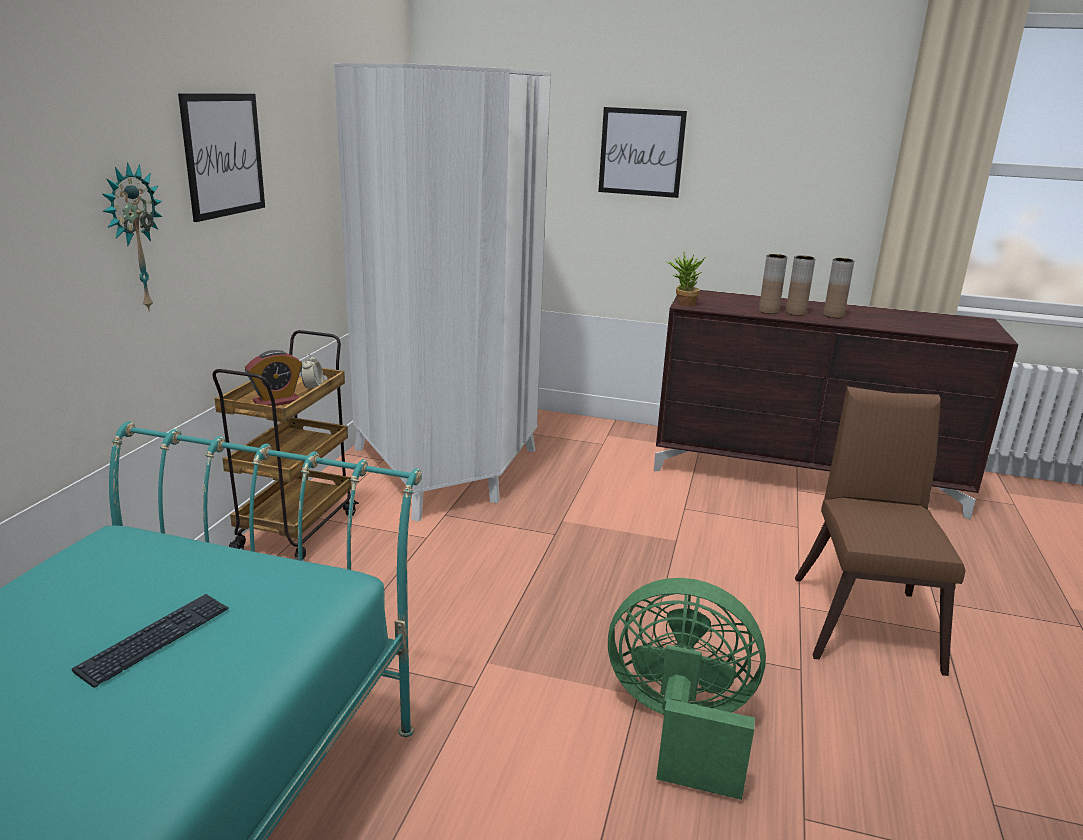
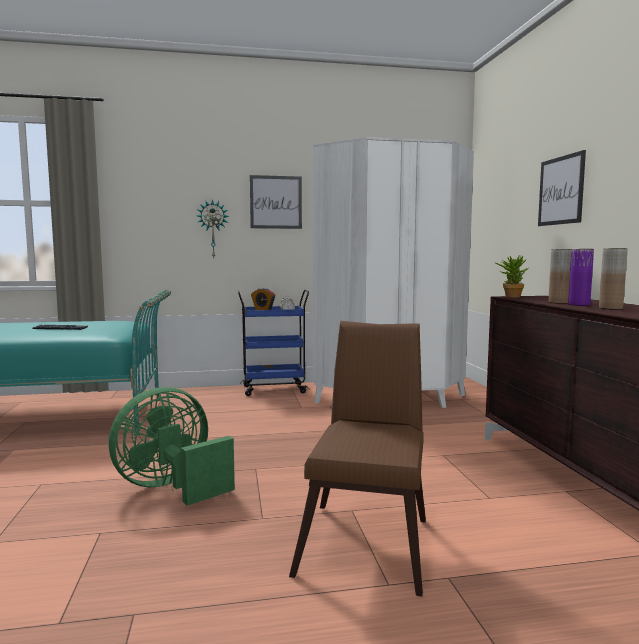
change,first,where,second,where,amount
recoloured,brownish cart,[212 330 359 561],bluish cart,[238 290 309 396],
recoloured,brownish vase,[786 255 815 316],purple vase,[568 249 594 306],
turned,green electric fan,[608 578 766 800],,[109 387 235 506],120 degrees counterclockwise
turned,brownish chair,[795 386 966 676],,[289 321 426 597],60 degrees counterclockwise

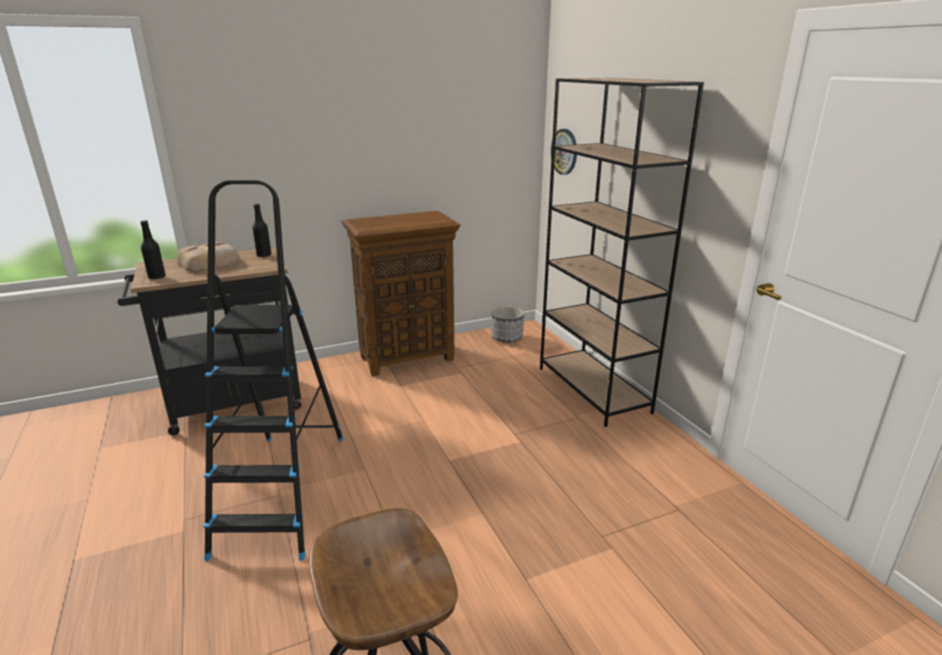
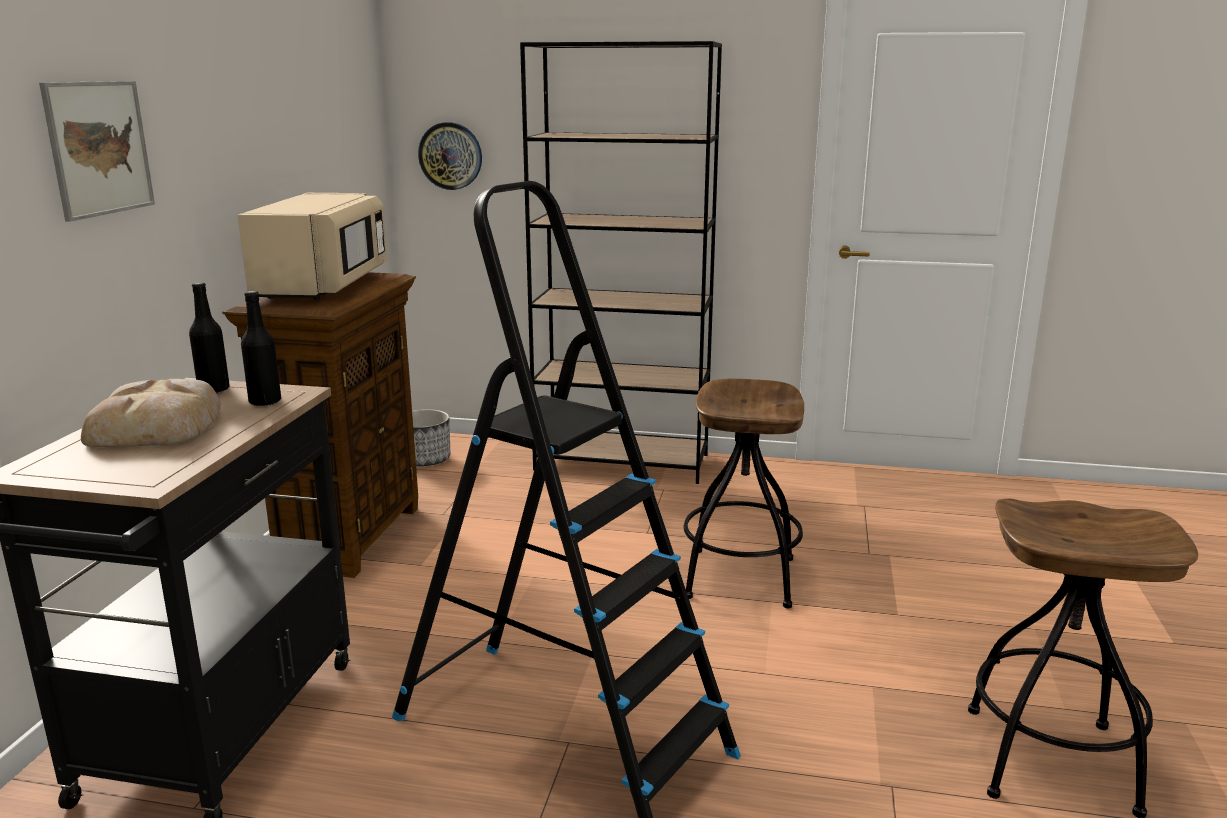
change,first,where,second,where,amount
added,,,picture,[39 81 155 222],
added,,,sand-coloured microwave,[238 193 387 300],
added,,,brownish sitting stool,[684 379 804 608],
moved,black-coloured drink bottle,[140 220 165 279],,[241 291 281 406],

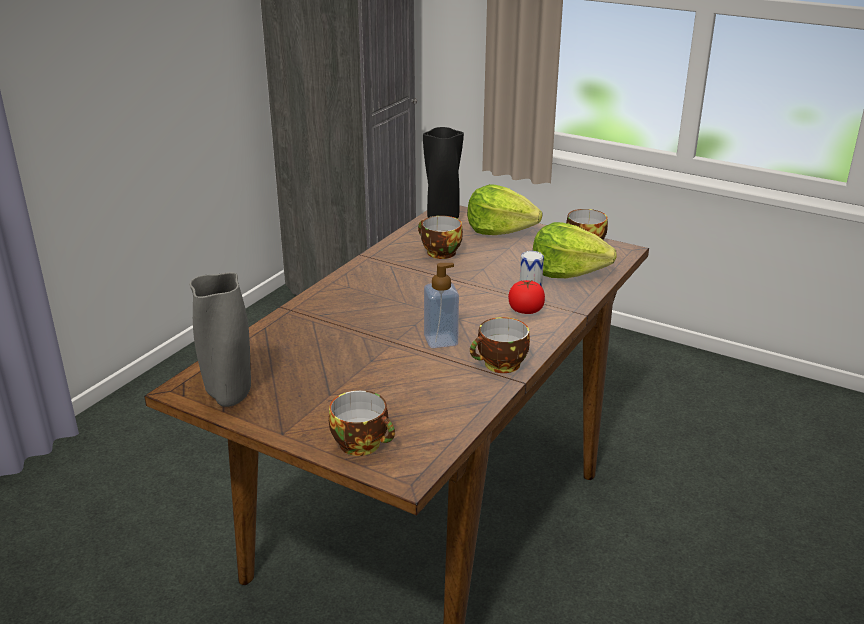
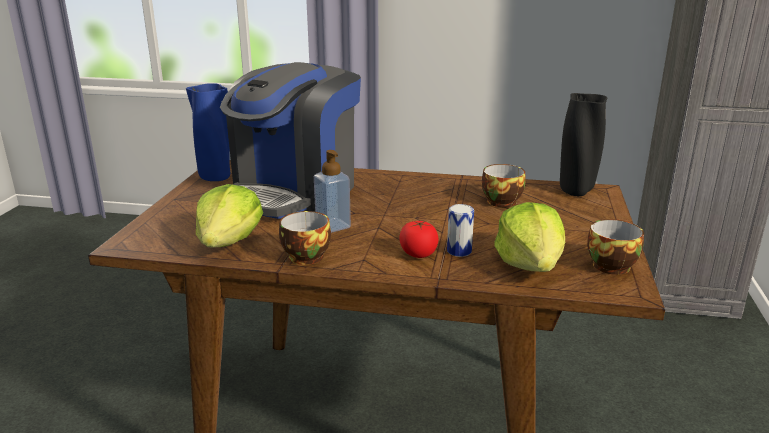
change,first,where,second,where,amount
removed,small cup,[329 390 395 456],,,
added,,,coffee brewer,[220 62 361 219],
moved,lettuce,[467 184 542 235],,[196 184 263 247],
recoloured,grey vase,[190 272 251 407],bluish vase,[186 83 230 181],

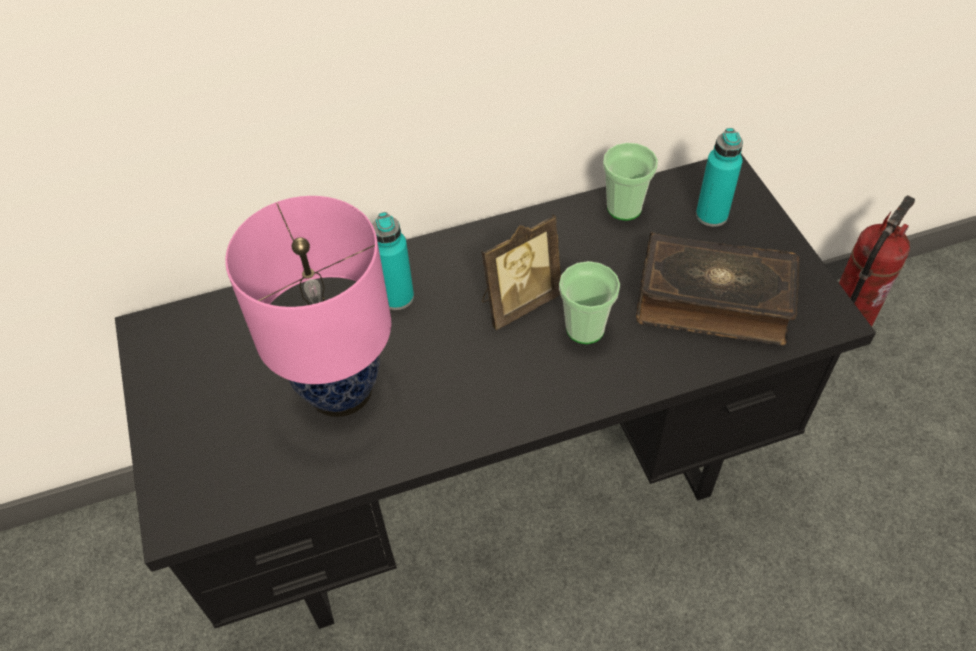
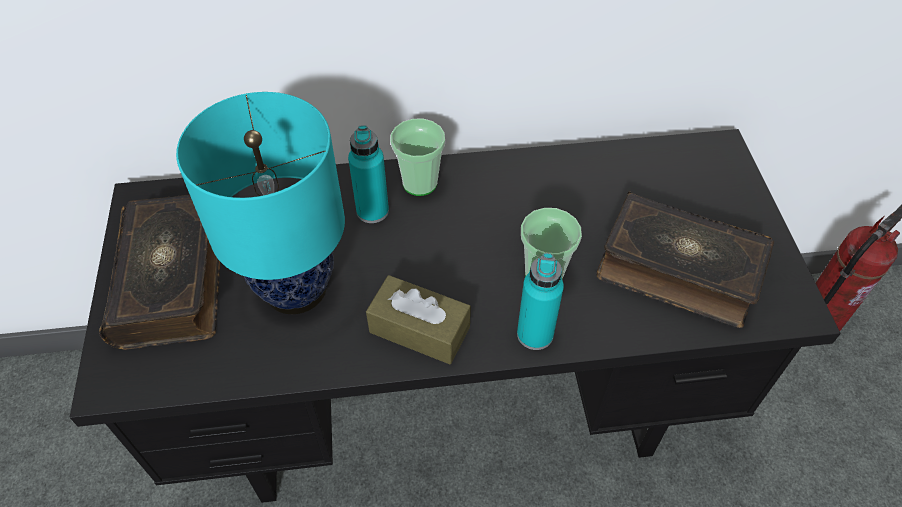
change,first,where,second,where,amount
removed,standing frame,[481 214 561 330],,,
added,,,book,[99 195 220 350],
added,,,brownish tissue holder,[366 275 471 364],
moved,small cup,[603 143 658 221],,[390 118 445 196],
moved,turquoise drink bottle,[696 128 743 227],,[517 253 564 350],
recoloured,pink-coloured tabletop lamp,[225 196 391 417],turquoise tabletop lamp,[176 92 345 314],

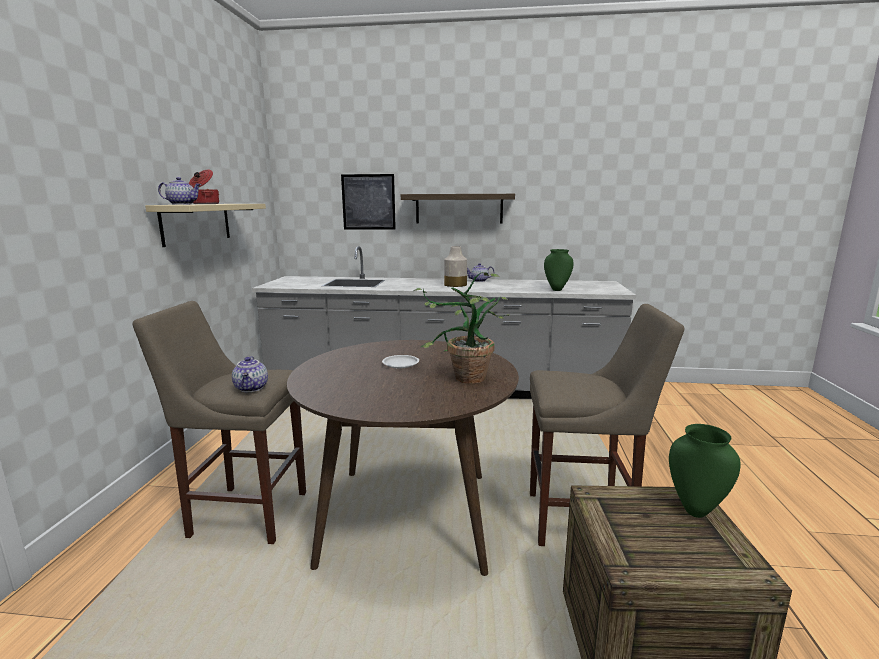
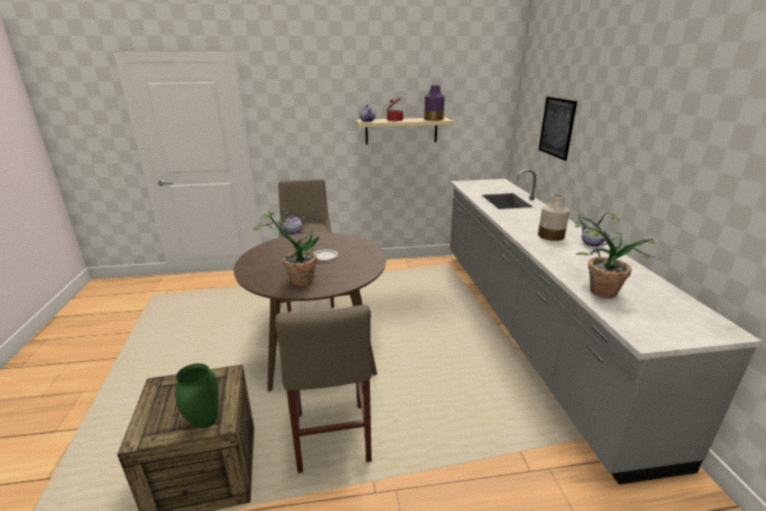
change,first,where,second,where,amount
removed,shelf,[401 194 515 224],,,
added,,,purple vase,[424 85 445 121],
replaced,green vase,[544 249 574 291],houseplant,[575 210 661 298],

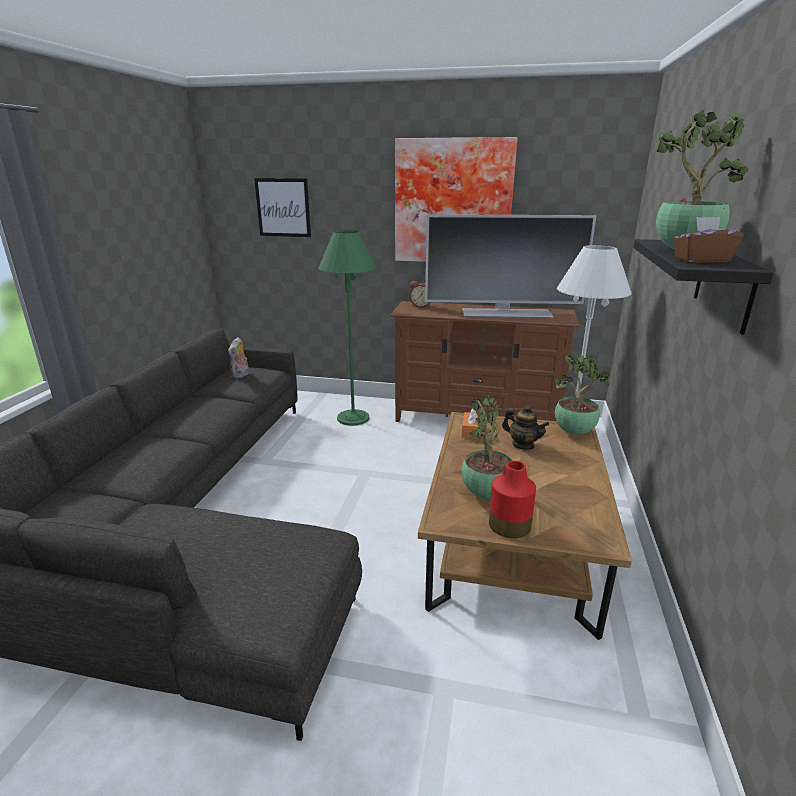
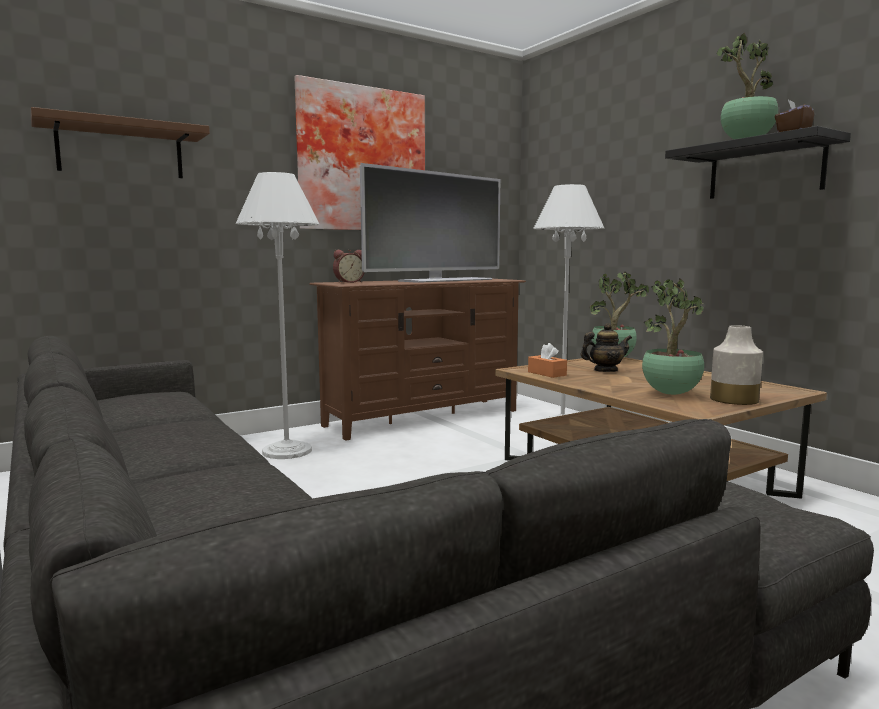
change,first,where,second,where,amount
removed,cuddly toy,[228 337 249 378],,,
replaced,picture,[254 178 311 237],brownish shelf,[31 107 210 178],
recoloured,green floor lamp,[318 230 377 426],white floor lamp,[236 172 320 459],
recoloured,red vase,[489 461 536 538],sand-coloured vase,[710 325 763 405],

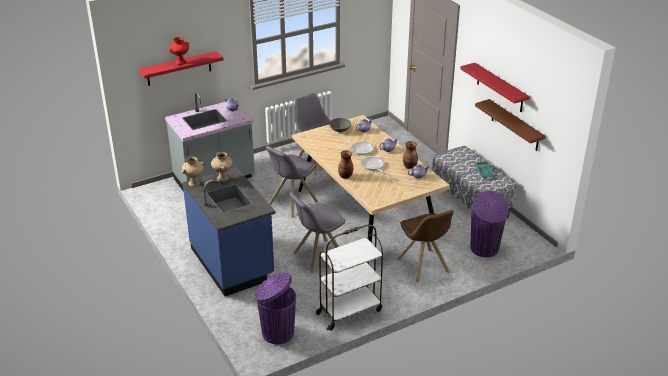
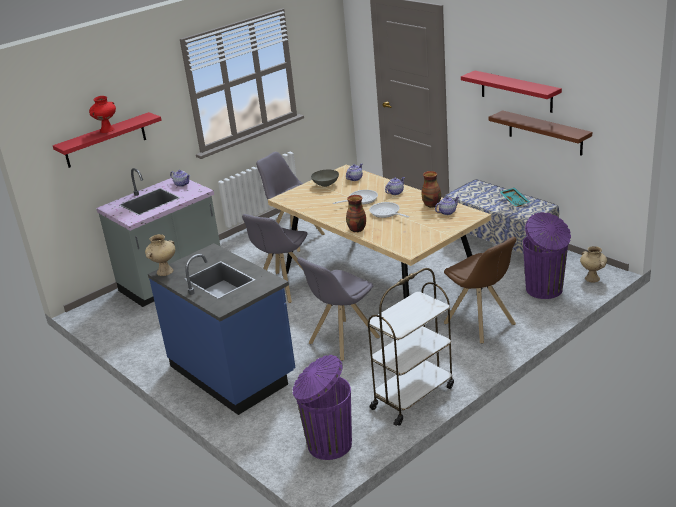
change,first,where,second,where,amount
moved,sand-coloured vase,[211 152 233 182],,[580 246 607 283],

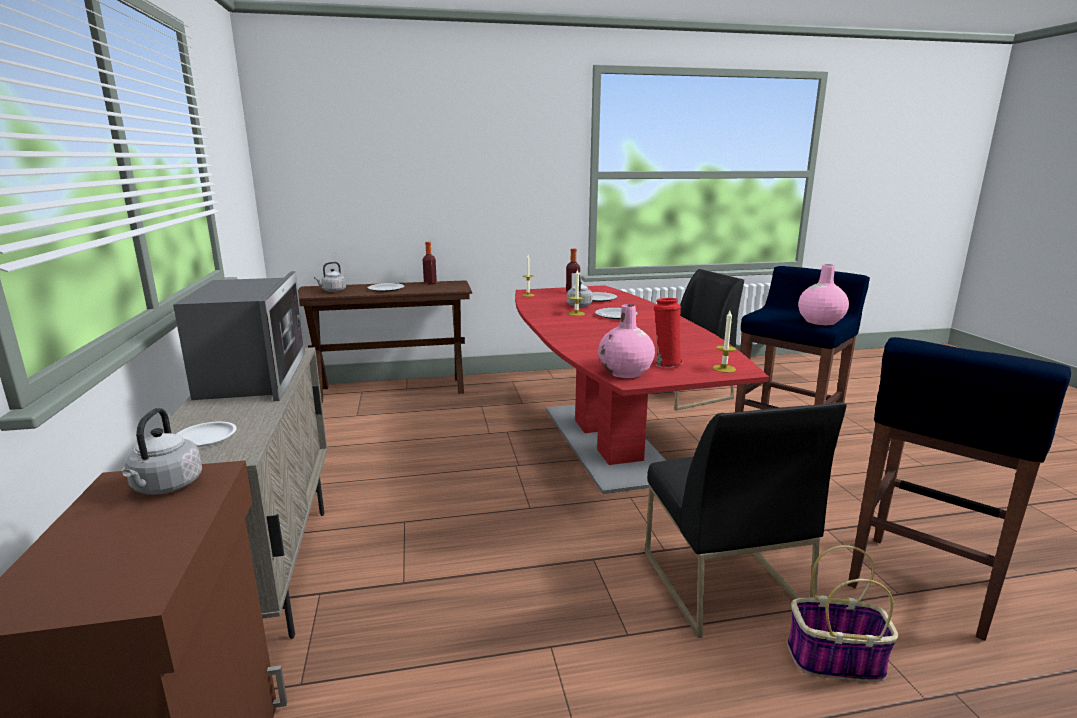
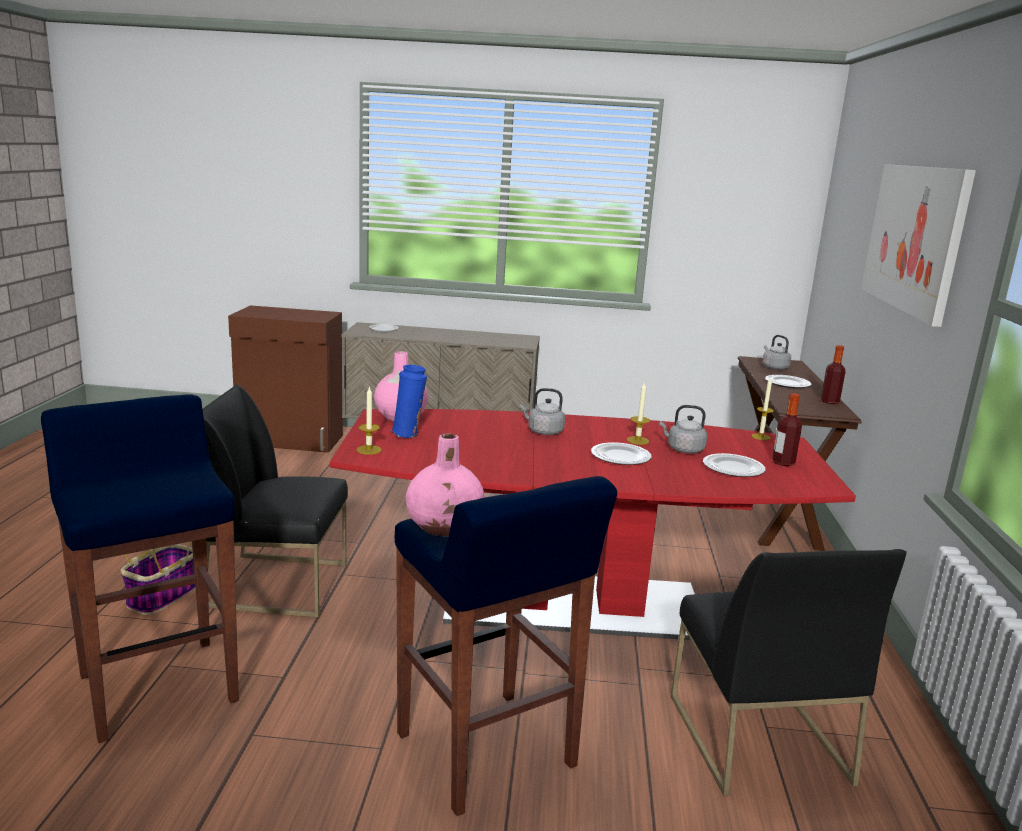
change,first,where,second,where,amount
removed,microwave,[173 271 306 401],,,
added,,,picture,[861 164 976 327],
moved,grey tea kettle,[122 408 202 495],,[520 388 565 435],
recoloured,red vase,[654 298 683 367],bluish vase,[391 365 427 438],

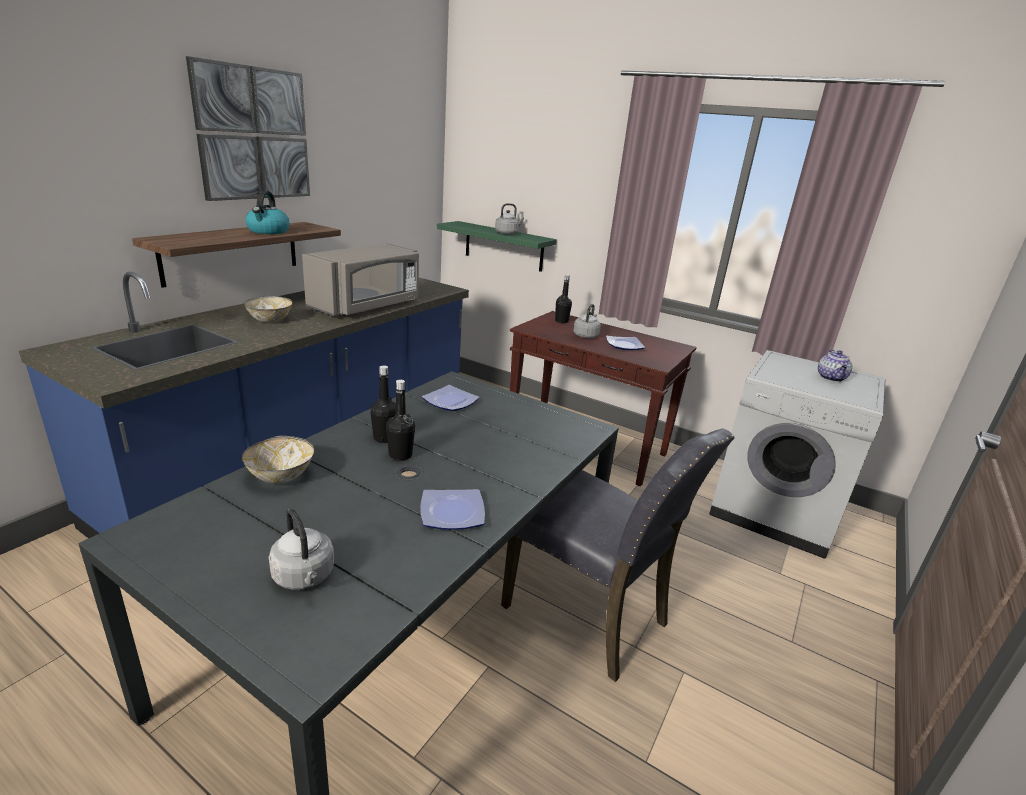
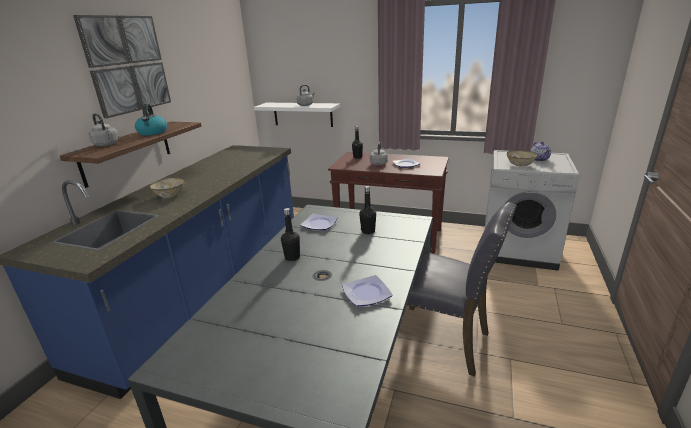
change,first,where,second,where,amount
removed,grey microwave,[302 243 419 316],,,
moved,serving bowl,[242 436 314 483],,[507 150 538 167],
moved,grey tea kettle,[269 508 334 590],,[89 113 119 146],
moved,black-coloured drink bottle,[386 380 415 461],,[359 186 376 234],
recoloured,green shelf,[437 221 557 272],white shelf,[254 103 340 127],

